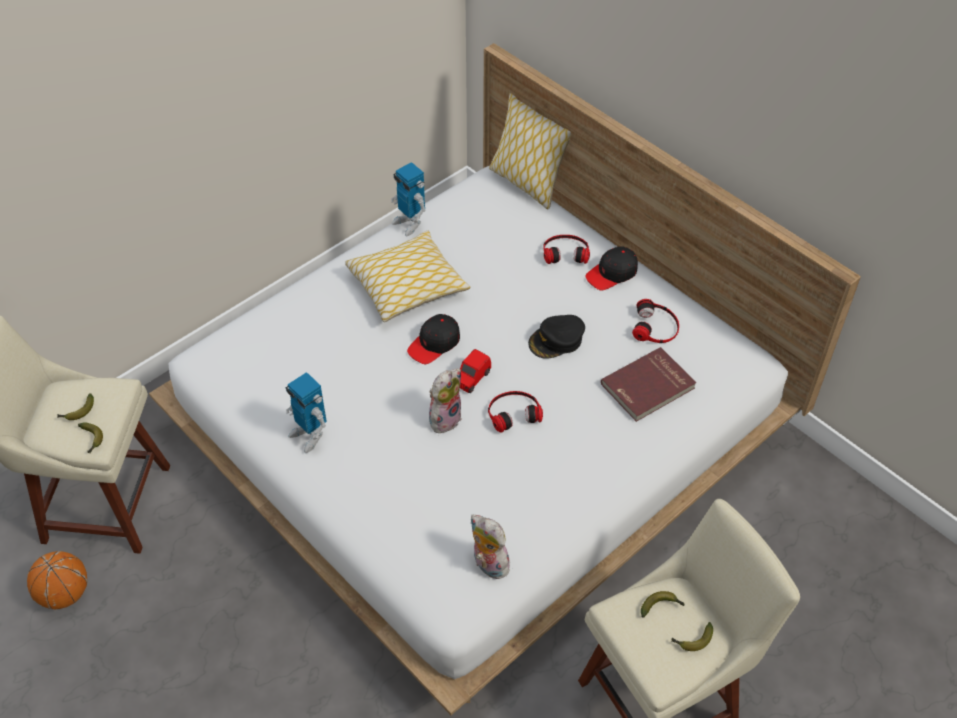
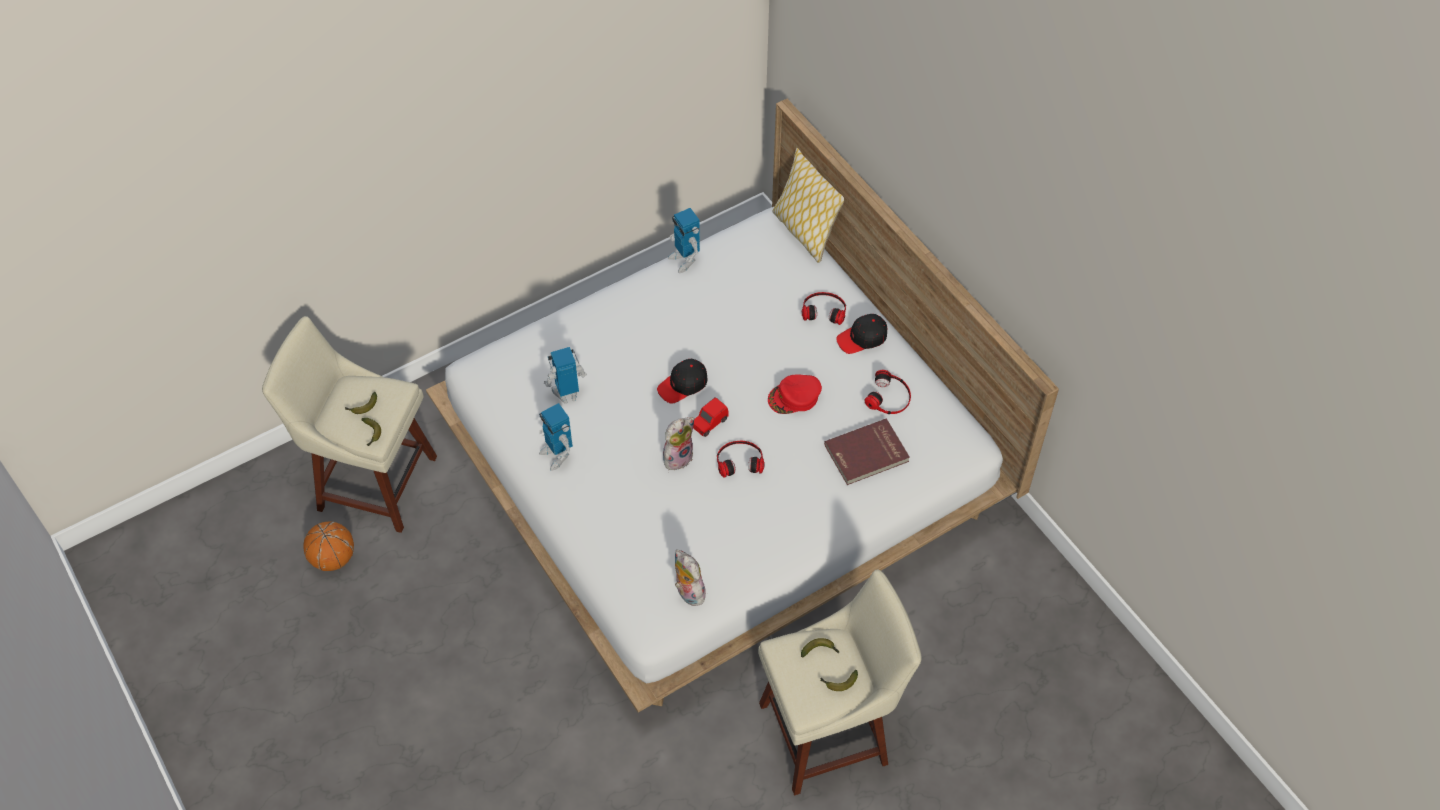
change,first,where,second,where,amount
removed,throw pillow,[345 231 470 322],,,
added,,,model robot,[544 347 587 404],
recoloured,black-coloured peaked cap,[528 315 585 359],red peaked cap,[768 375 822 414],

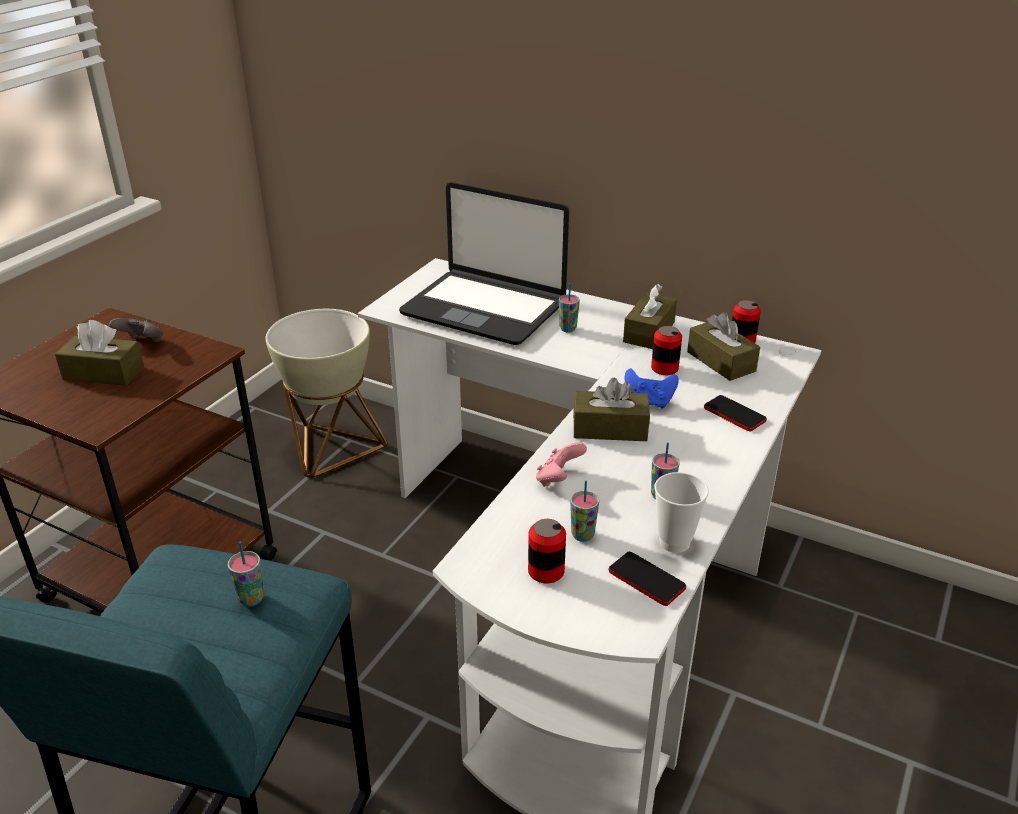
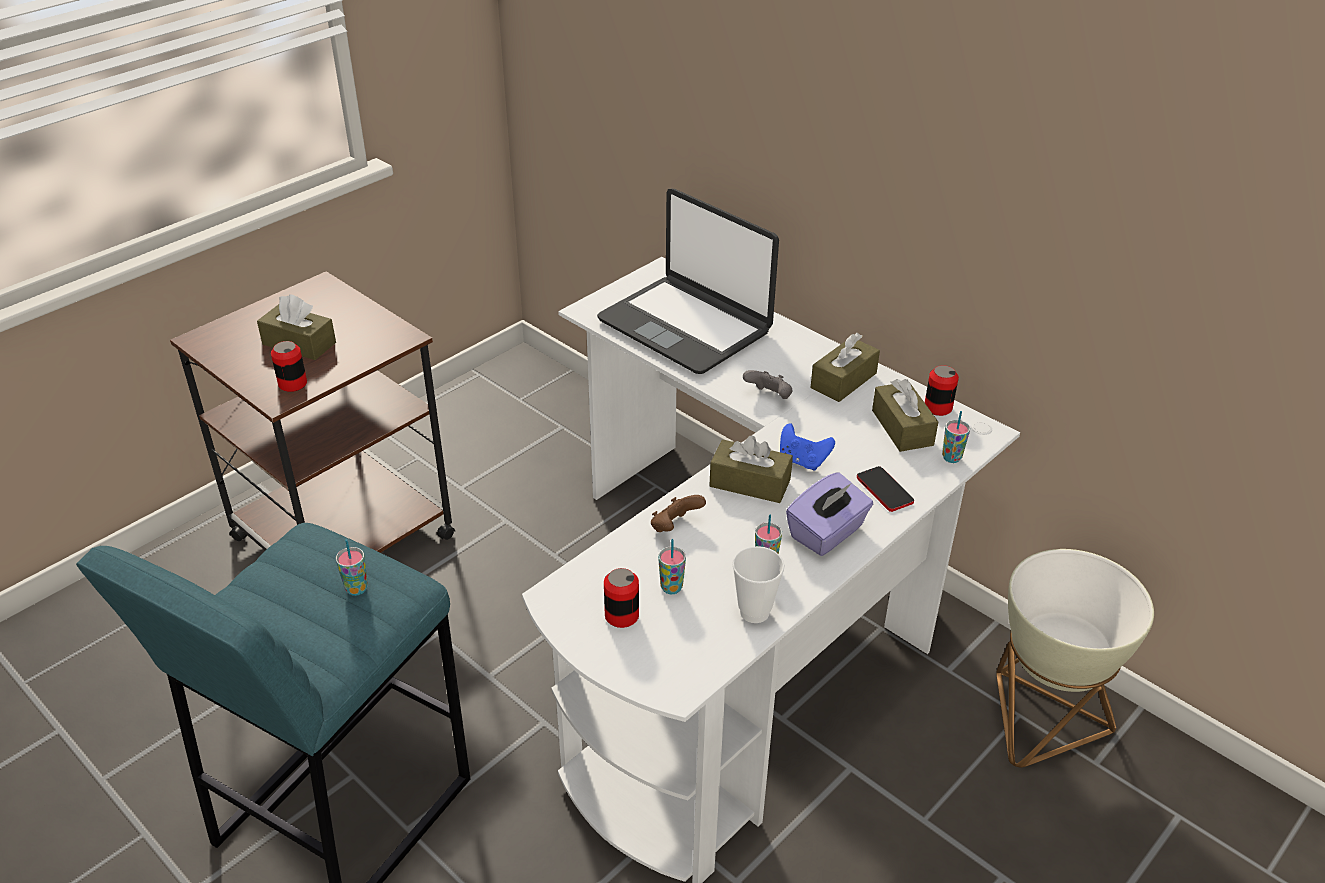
change,first,where,second,where,amount
removed,telephone,[609 552 686 606],,,
added,,,purple tissue holder,[786 472 873 556],
moved,grey gamepad,[109 318 163 342],,[743 370 793 399],
moved,plant pot,[265 309 387 478],,[996 549 1154 768],
moved,small cup,[559 283 580 333],,[942 411 970 463],
moved,sealed can,[651 326 682 375],,[271 341 307 392],
recoloured,pink-coloured gamepad,[536 442 587 487],brownish gamepad,[651 495 706 532],

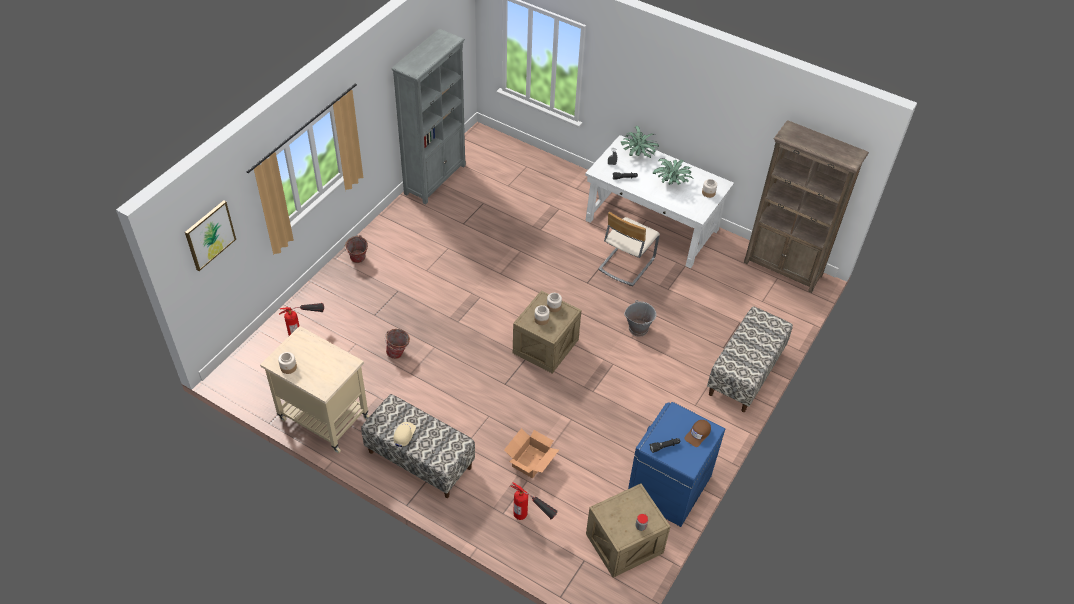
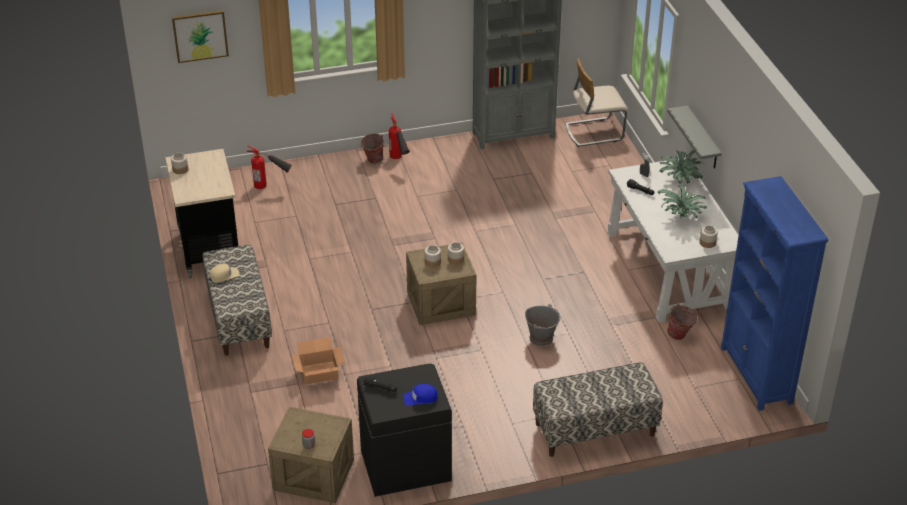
change,first,where,second,where,amount
added,,,grey shelf,[667 105 722 169],
moved,pail,[385 329 410 359],,[667 304 697 340],
moved,extinguisher,[510 482 558 520],,[389 113 410 159],
moved,sand-coloured chair,[598 212 660 286],,[566 59 628 147],
recoloured,sand-coloured cart,[260 326 370 453],black-coloured cart,[165 149 238 278],
recoloured,bluish laundry machine,[628 402 726 527],black-coloured laundry machine,[357 363 452 497],
recoloured,brownish peaked cap,[684 420 711 447],bluish peaked cap,[403 384 438 406],
recoloured,brownish bookshelf,[744 120 869 293],bluish bookshelf,[721 176 829 411],

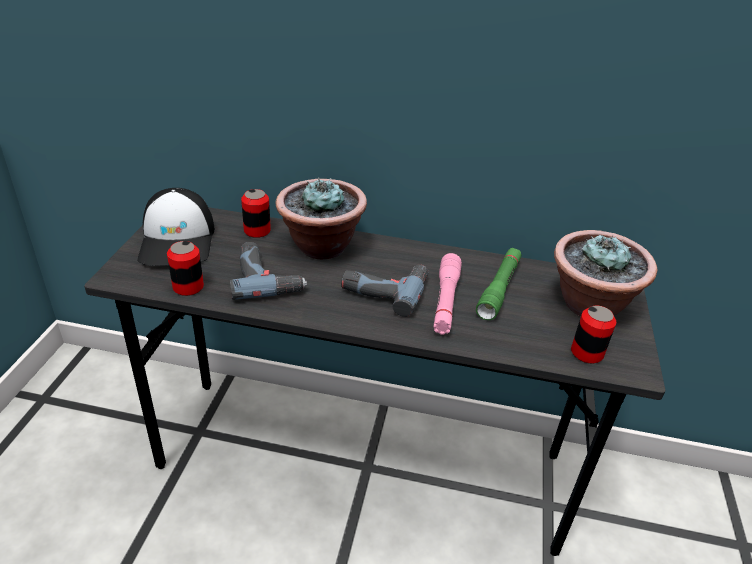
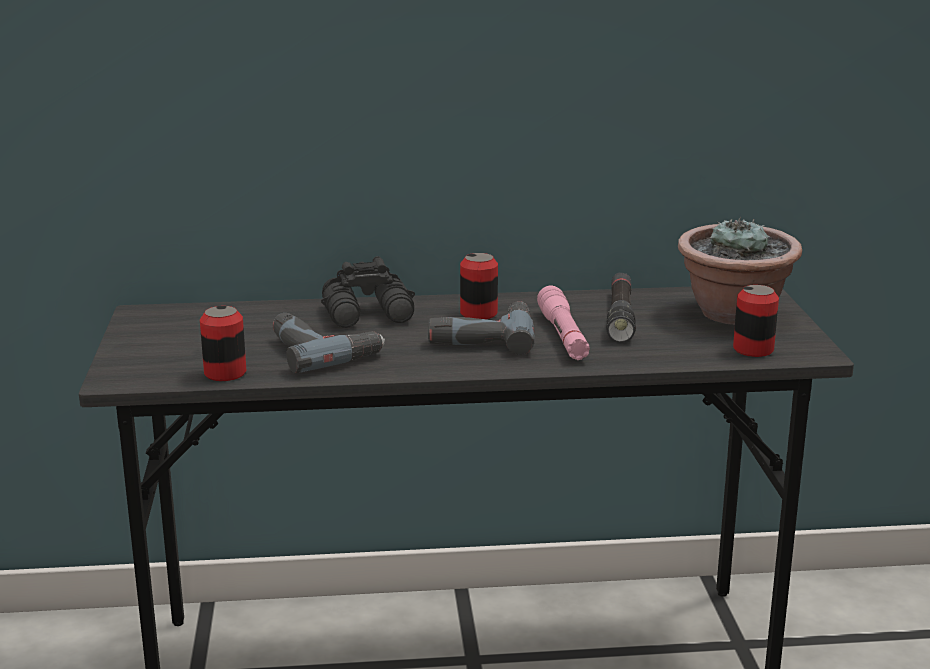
change,first,where,second,where,amount
removed,peaked cap,[137 188 215 266],,,
moved,sealed can,[241 189 271 238],,[460 253 498 319],
replaced,houseplant,[276 178 367 259],black-coloured binoculars,[321 256 415 328],
recoloured,green flashlight,[476 248 522 320],black-coloured flashlight,[606 273 636 343],

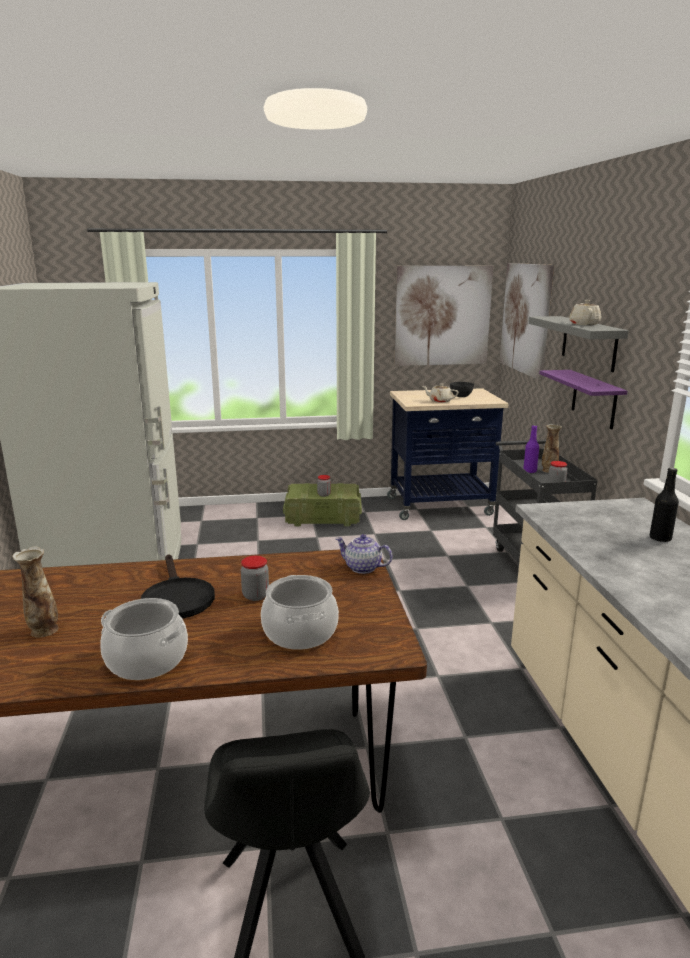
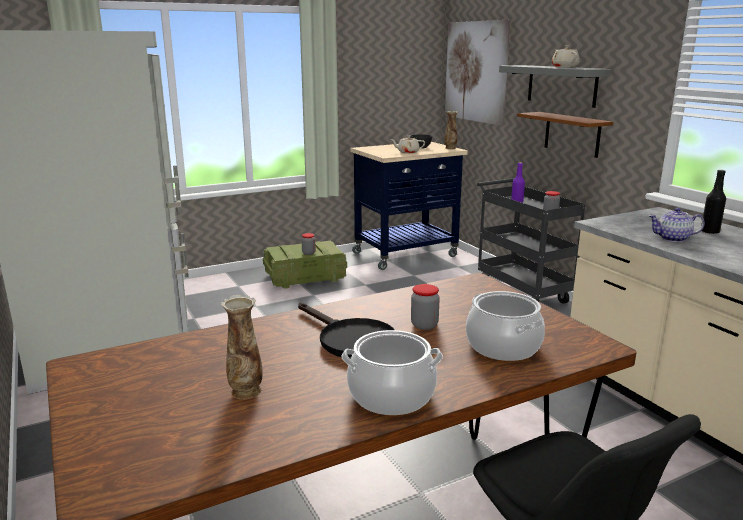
change,first,where,second,where,amount
removed,picture,[395 266 493 366],,,
moved,tea pot,[335 534 393 574],,[648 208 705 242],
moved,vase,[542 424 562 473],,[444 111 458 149],
recoloured,purple shelf,[539 370 627 429],brownish shelf,[517 112 613 158],

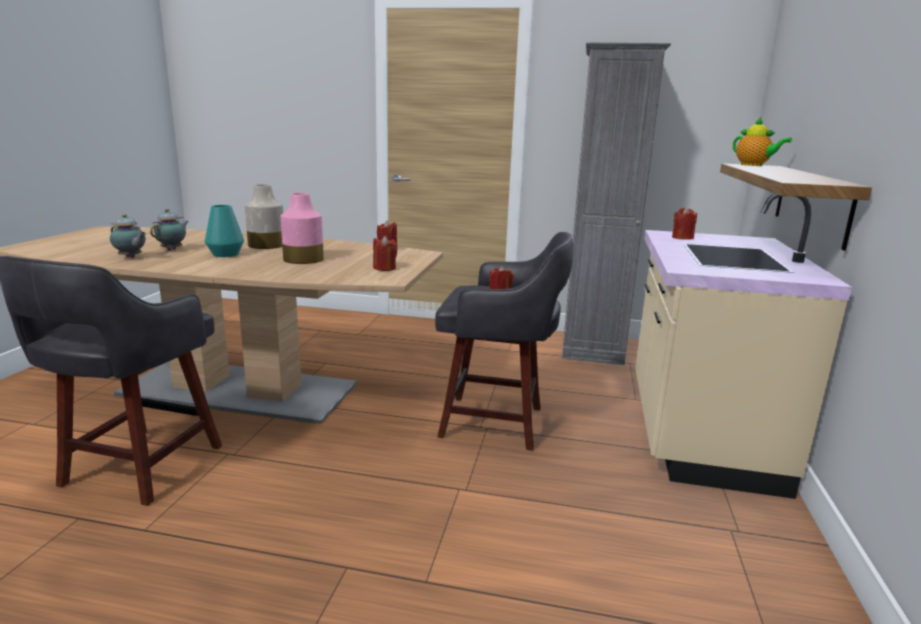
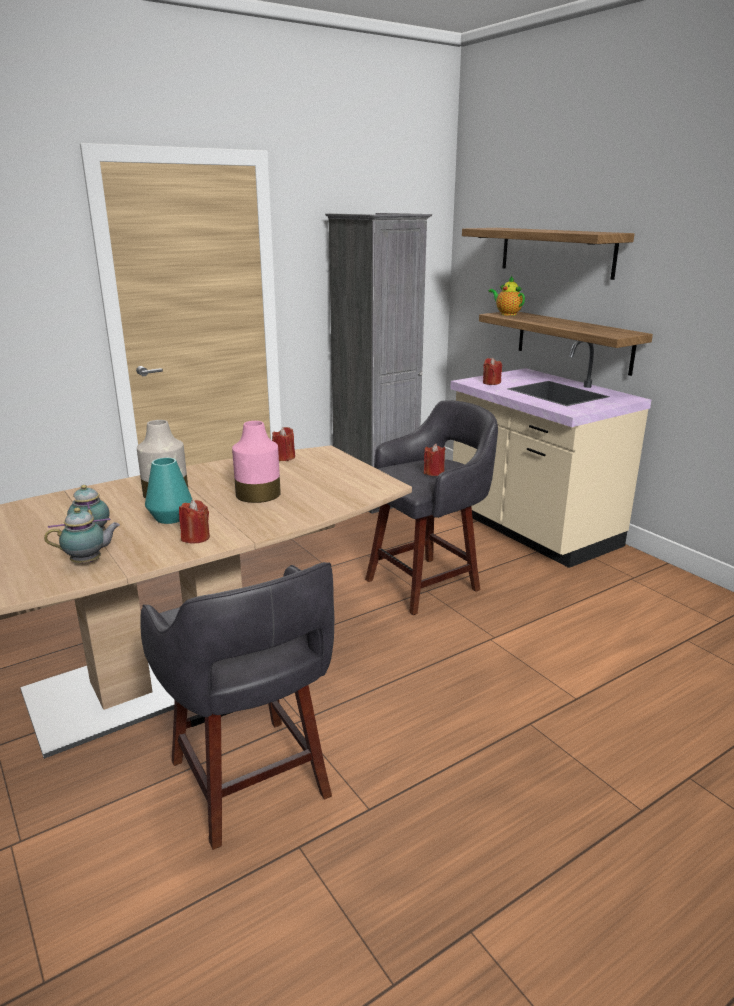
change,first,where,second,where,amount
added,,,shelf,[462 228 634 280],
moved,red wax light,[373 236 397 271],,[179 500 210 544],
turned,tea pot,[733 118 792 166],,[489 276 525 316],135 degrees counterclockwise

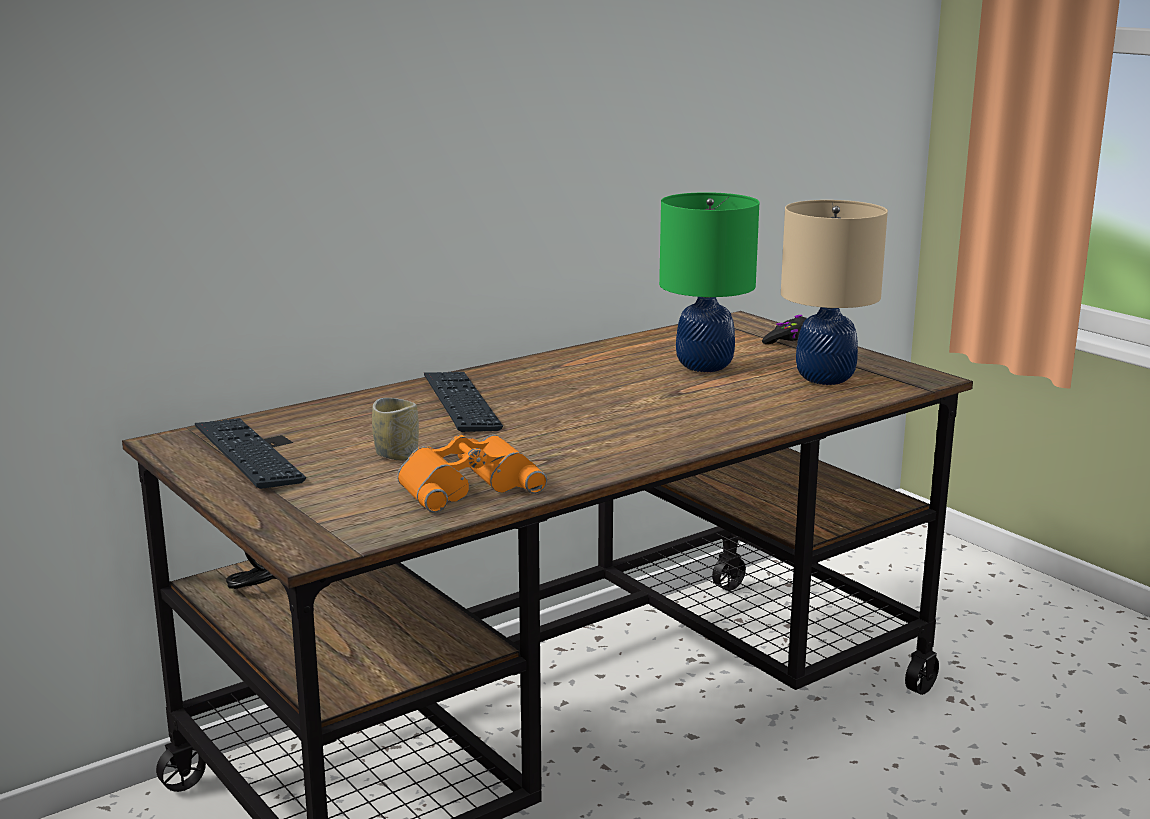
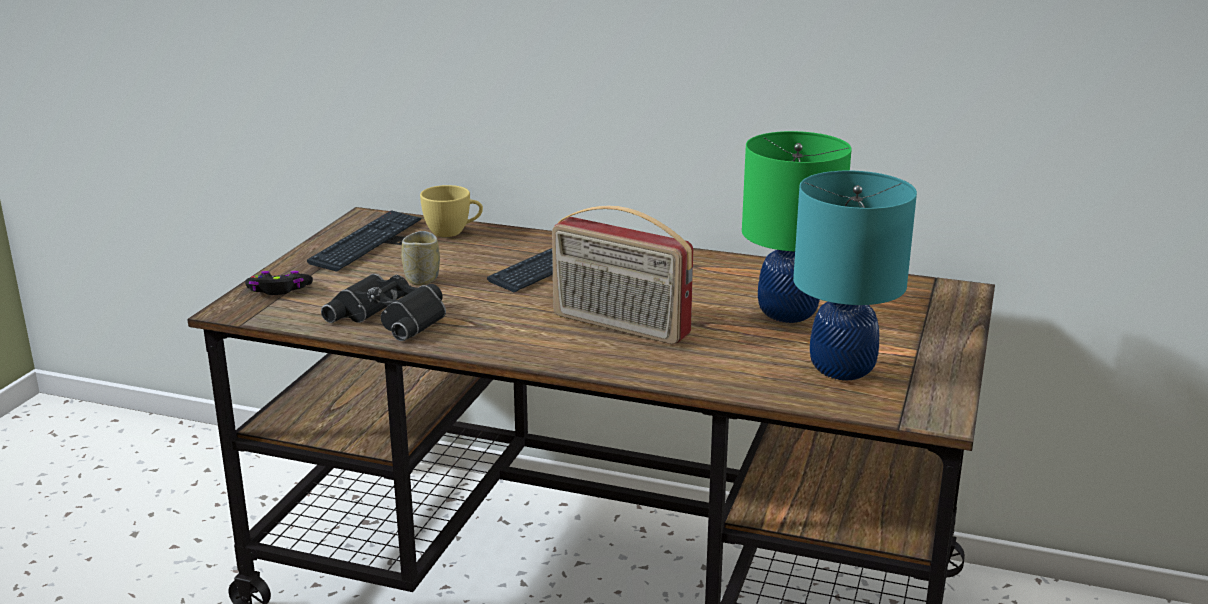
change,first,where,second,where,amount
added,,,yellow small cup,[420 185 483 237],
added,,,radio set,[552 206 693 344],
moved,black-coloured gamepad,[762 315 807 344],,[245 271 313 295],
recoloured,orange-coloured binoculars,[397 434 547 513],black-coloured binoculars,[321 274 446 341],
recoloured,sand-coloured tabletop lamp,[781 200 888 385],turquoise tabletop lamp,[793 171 917 381],

